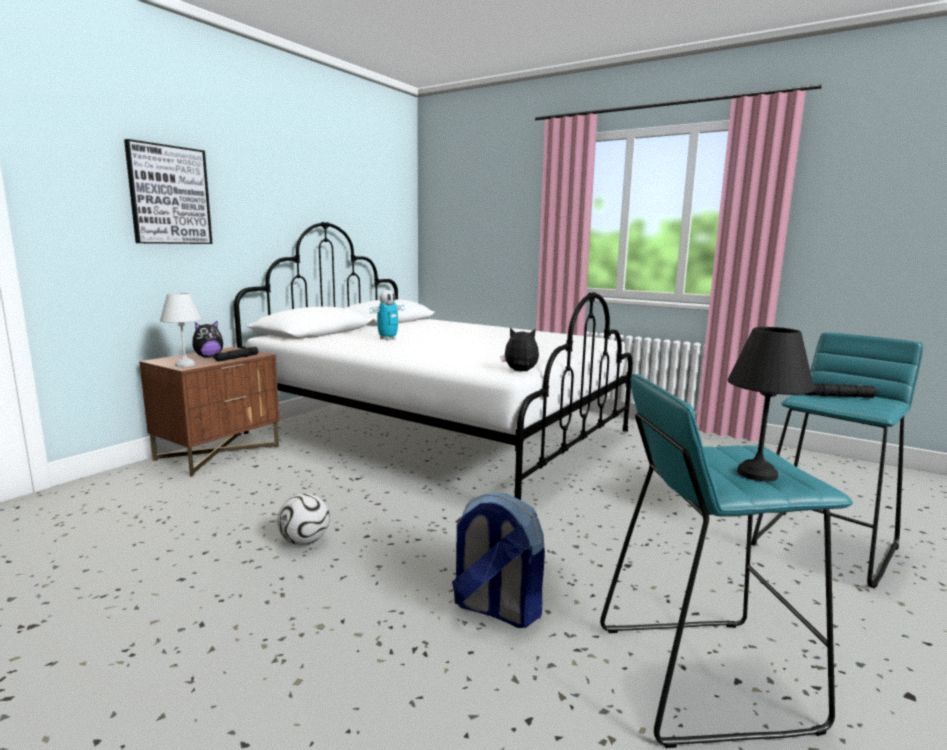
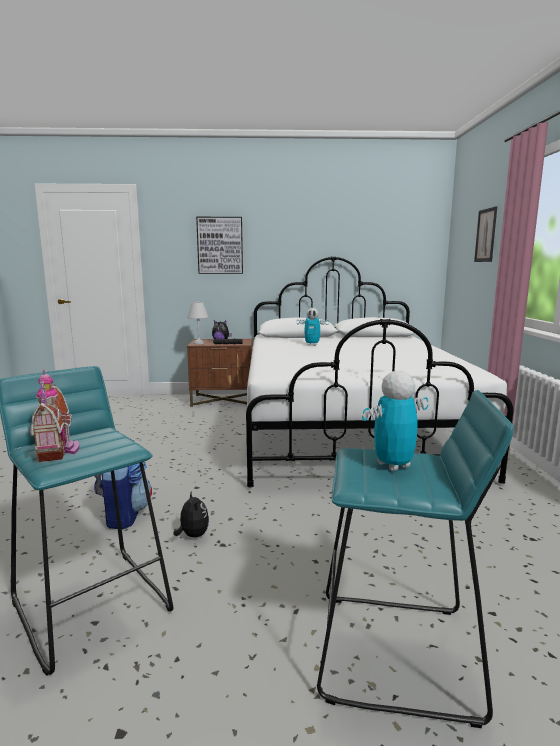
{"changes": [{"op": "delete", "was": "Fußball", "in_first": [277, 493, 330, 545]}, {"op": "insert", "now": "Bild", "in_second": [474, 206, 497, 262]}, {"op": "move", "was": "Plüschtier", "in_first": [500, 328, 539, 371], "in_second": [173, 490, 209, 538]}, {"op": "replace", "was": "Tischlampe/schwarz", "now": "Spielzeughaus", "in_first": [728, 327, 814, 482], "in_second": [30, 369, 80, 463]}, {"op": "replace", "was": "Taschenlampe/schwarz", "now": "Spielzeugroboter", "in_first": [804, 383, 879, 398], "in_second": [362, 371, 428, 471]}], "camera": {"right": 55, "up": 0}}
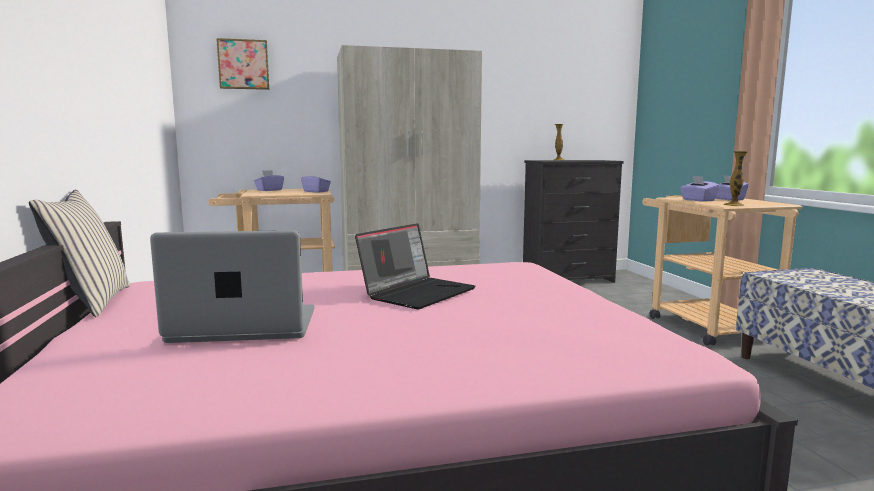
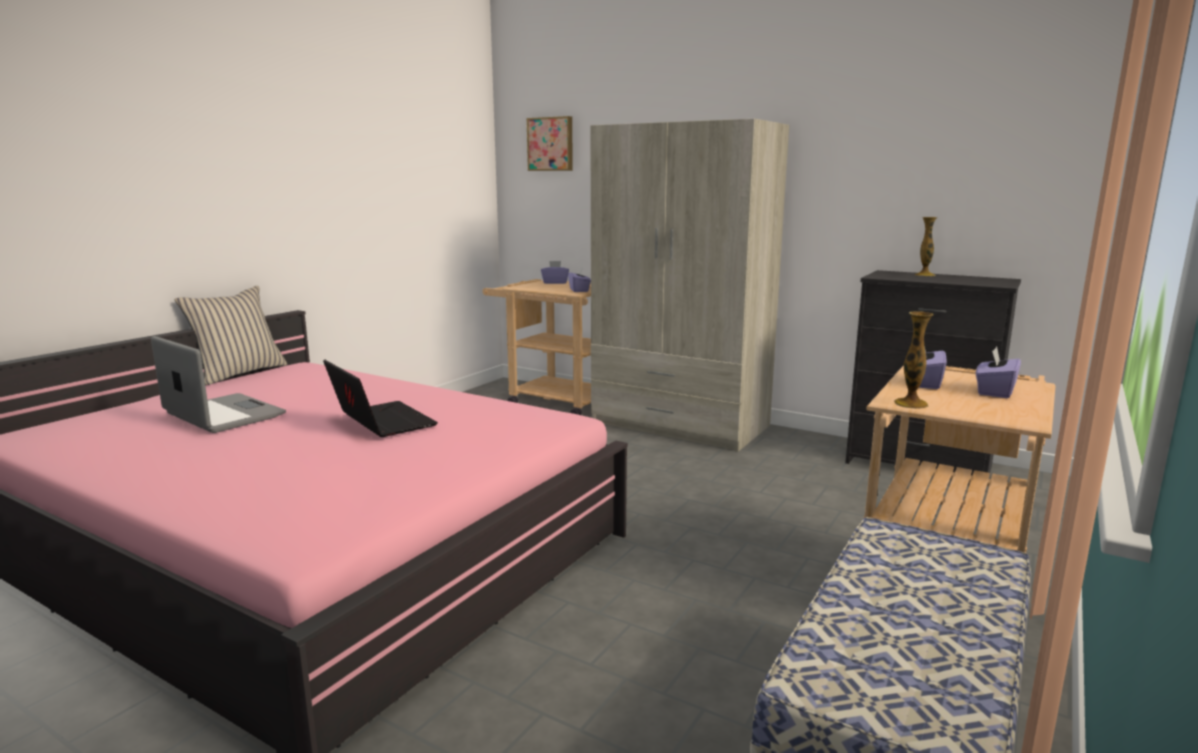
{"changes": [{"op": "rotate", "was": "Laptop", "in_first": [355, 223, 475, 309], "in_second": [323, 359, 438, 437], "clockwise": -120}], "camera": {"right": 45, "up": 5}}
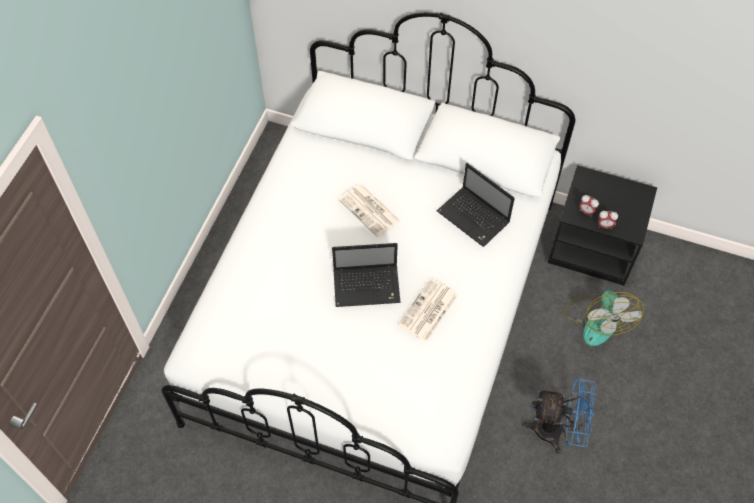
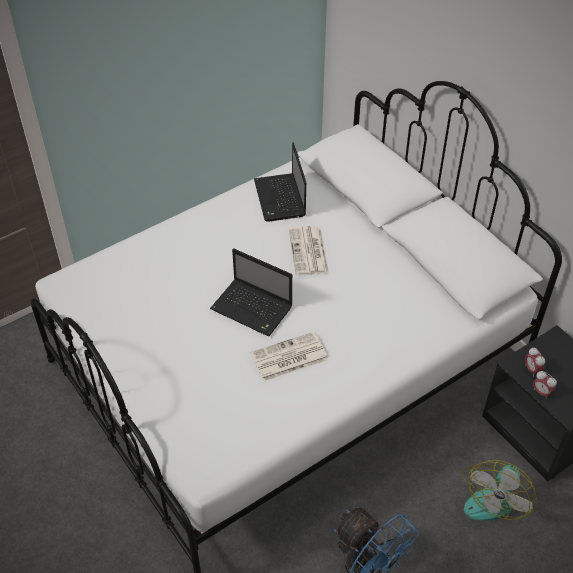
{"changes": [{"op": "move", "was": "Laptop", "in_first": [437, 163, 515, 247], "in_second": [254, 142, 306, 222]}], "camera": {"right": 35, "up": -10}}
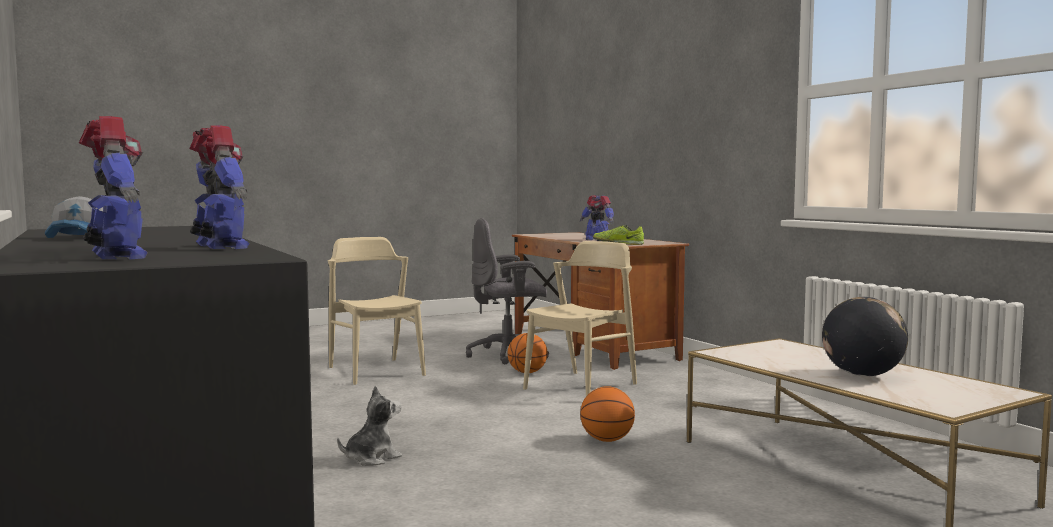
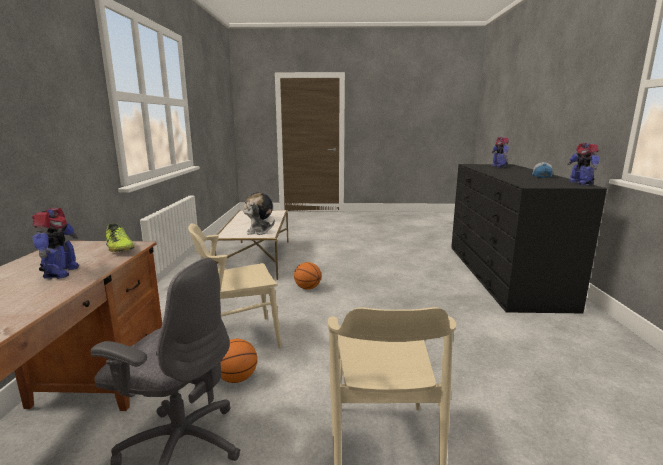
{"changes": [{"op": "move", "was": "Spielzeugroboter", "in_first": [190, 125, 249, 249], "in_second": [567, 143, 600, 185]}, {"op": "move", "was": "Plüschtier", "in_first": [337, 386, 402, 466], "in_second": [243, 203, 275, 235]}], "camera": {"right": -150, "up": 10}}
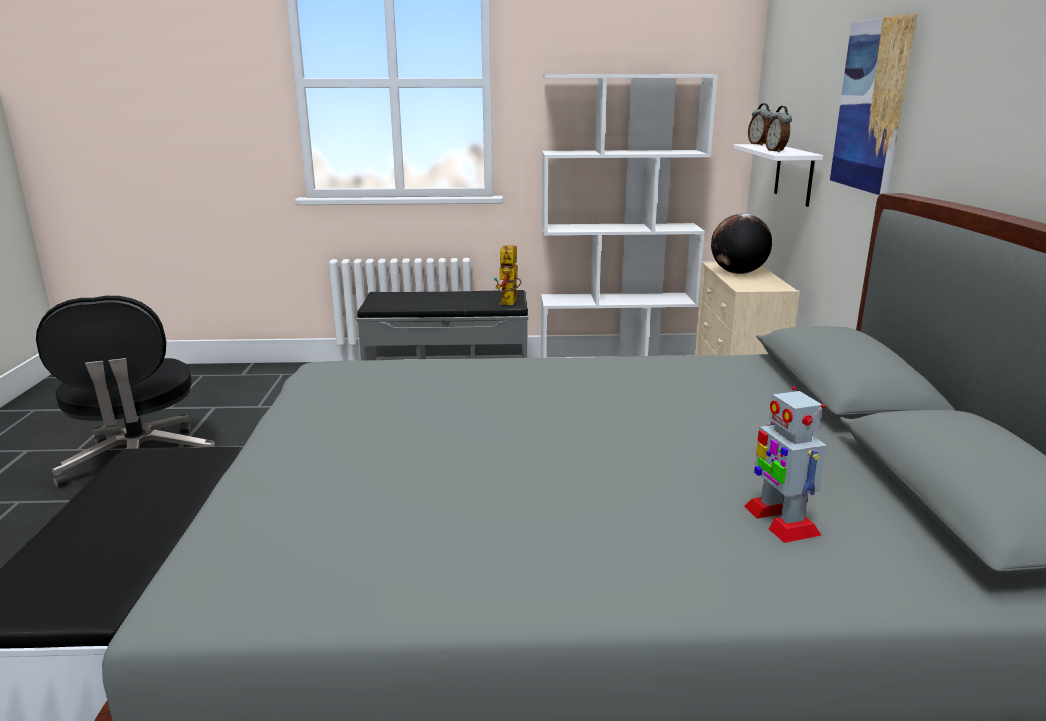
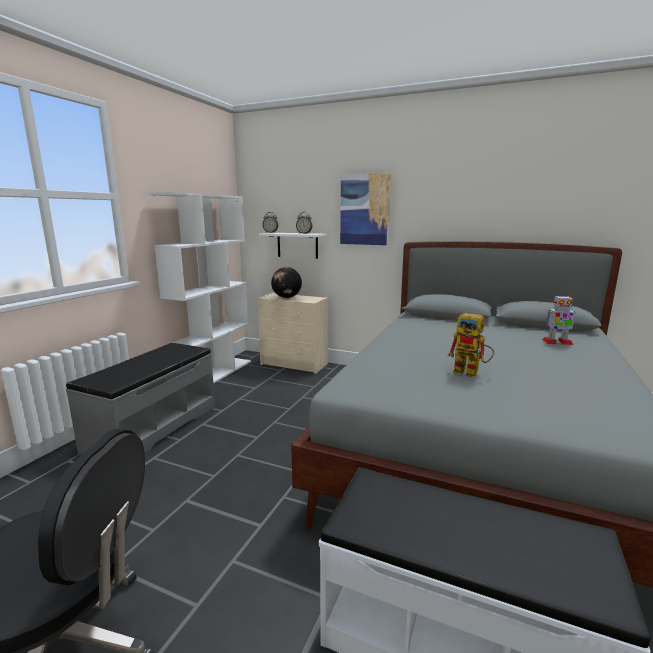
{"changes": [{"op": "move", "was": "Spielzeugroboter", "in_first": [494, 245, 522, 305], "in_second": [448, 313, 494, 377]}], "camera": {"right": -65, "up": -5}}
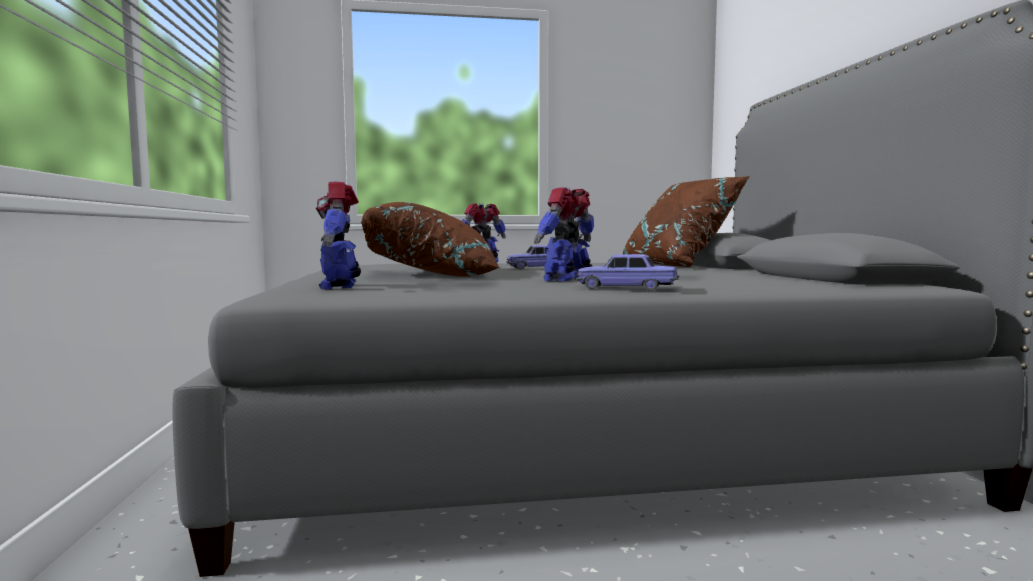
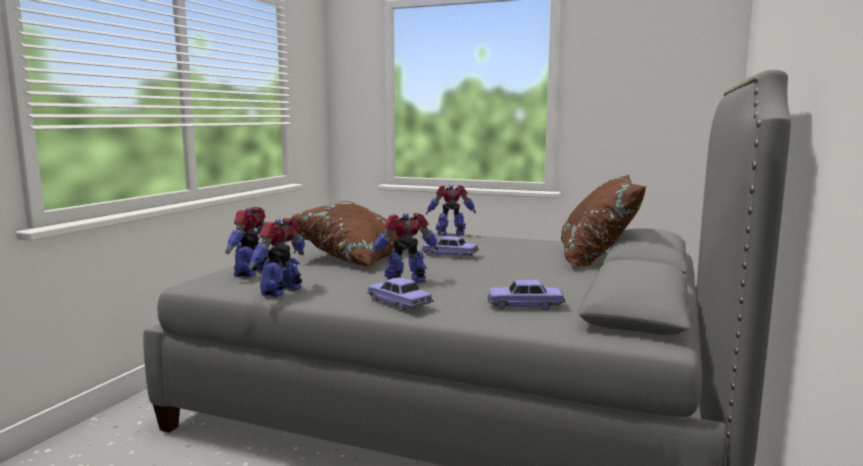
{"changes": [{"op": "insert", "now": "Spielzeugroboter", "in_second": [248, 218, 305, 297]}, {"op": "insert", "now": "Spielzeugauto", "in_second": [488, 279, 565, 310]}], "camera": {"right": 30, "up": 5}}
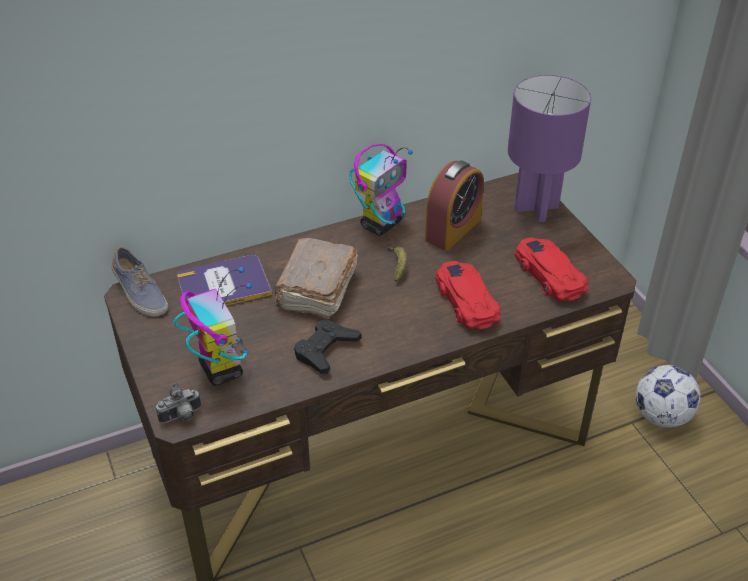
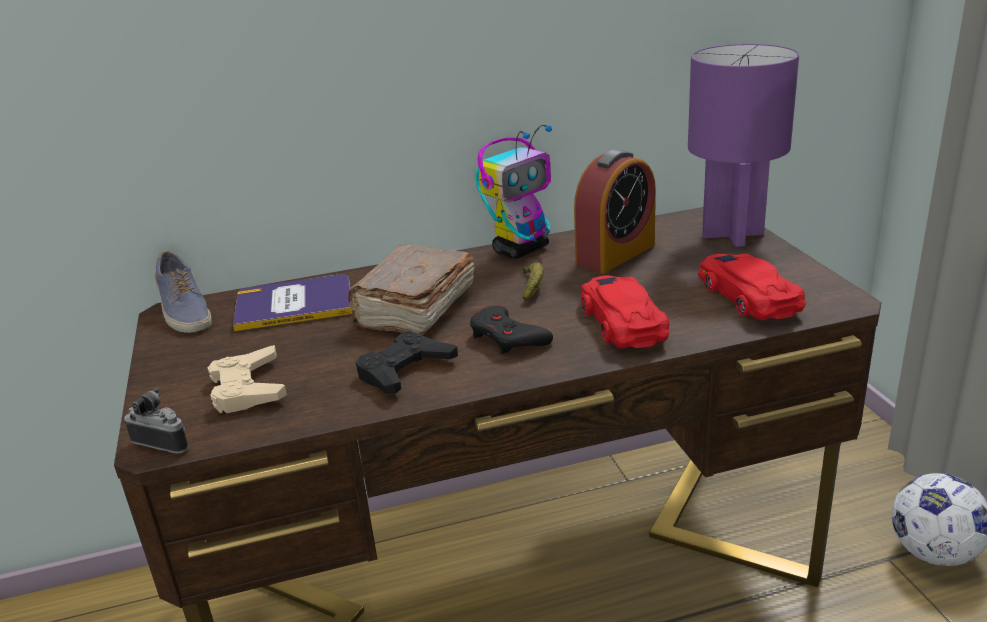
{"changes": [{"op": "insert", "now": "Gamepad/schwarz", "in_second": [470, 306, 553, 354]}, {"op": "replace", "was": "Spielzeugroboter", "now": "Gamepad/beige", "in_first": [173, 267, 252, 385], "in_second": [208, 345, 287, 413]}, {"op": "rotate", "was": "Kamera", "in_first": [156, 383, 201, 423], "in_second": [124, 388, 189, 453], "clockwise": -135}], "camera": {"right": 10, "up": -15}}
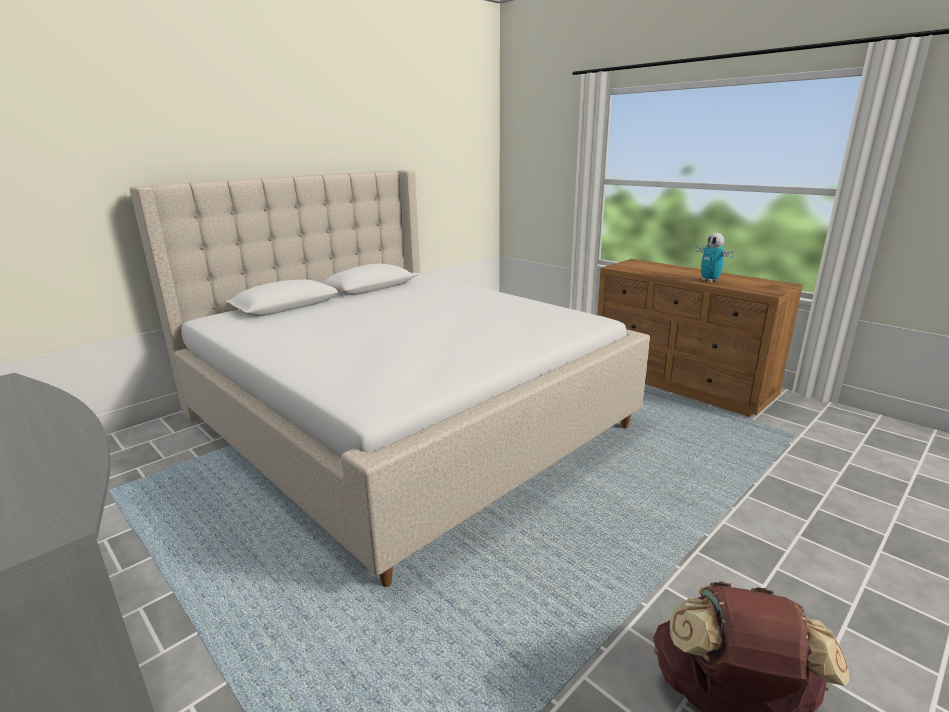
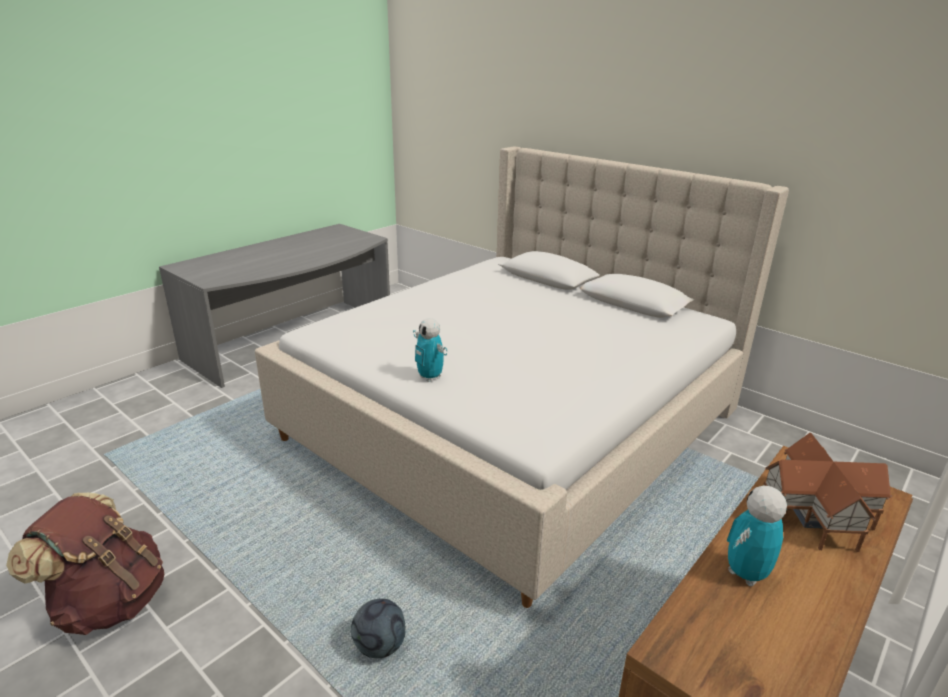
{"changes": [{"op": "insert", "now": "Fußball", "in_second": [351, 599, 406, 658]}, {"op": "insert", "now": "Spielzeugroboter", "in_second": [413, 318, 447, 382]}, {"op": "insert", "now": "Spielzeughaus", "in_second": [764, 433, 892, 552]}], "camera": {"right": 85, "up": 5}}
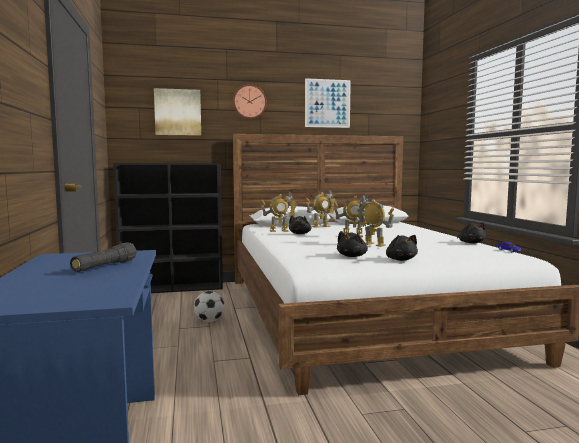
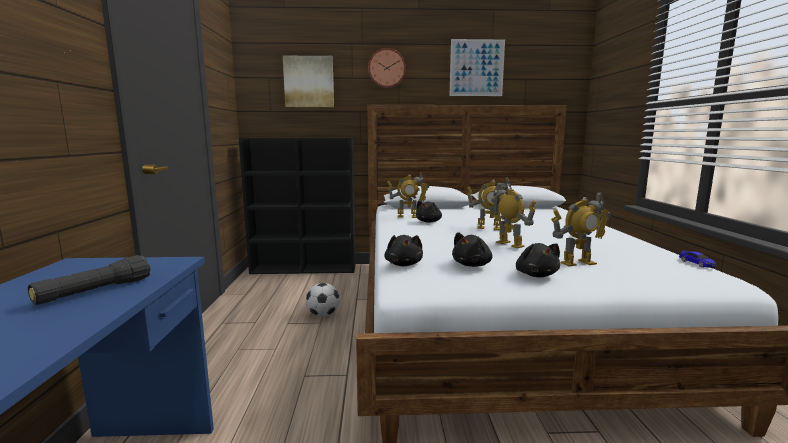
{"changes": [{"op": "move", "was": "Spielzeugroboter", "in_first": [305, 189, 337, 228], "in_second": [551, 192, 611, 266]}, {"op": "move", "was": "Plüschtier/schwarz", "in_first": [457, 223, 486, 244], "in_second": [384, 235, 423, 266]}], "camera": {"right": 10, "up": 5}}
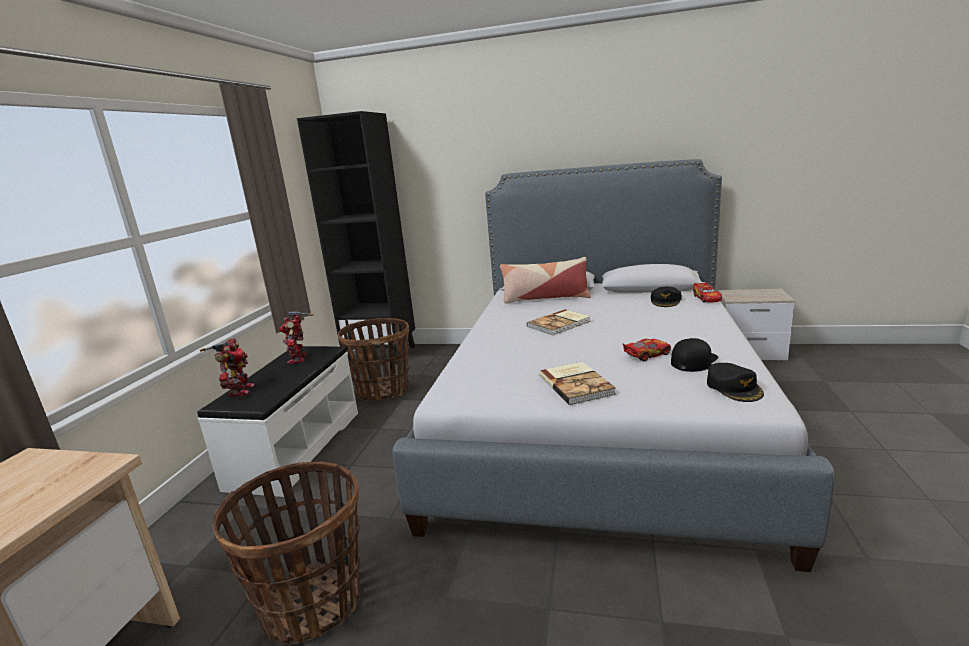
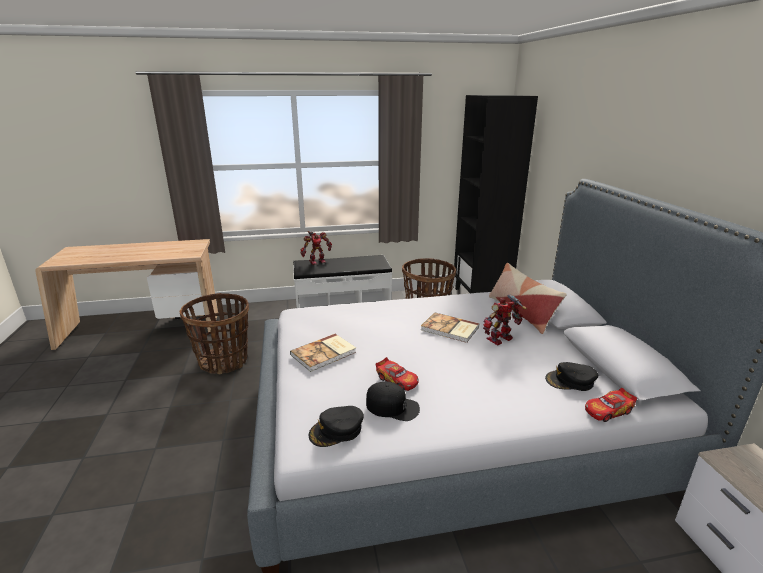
{"changes": [{"op": "move", "was": "Spielzeugroboter", "in_first": [280, 311, 314, 364], "in_second": [483, 294, 527, 345]}], "camera": {"right": 65, "up": 5}}
